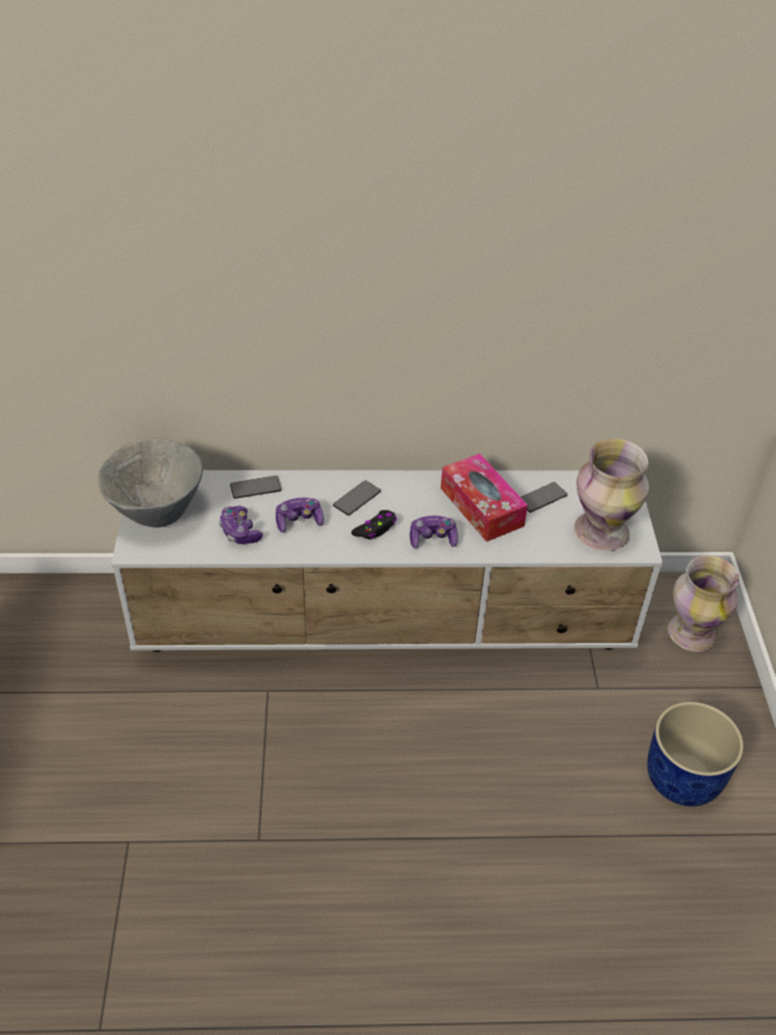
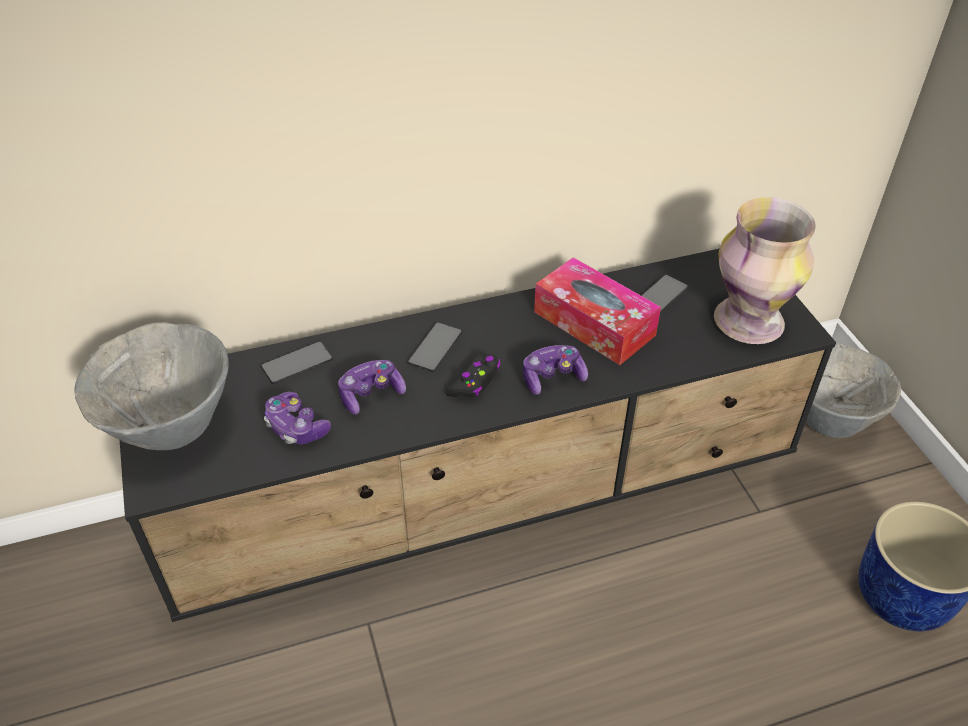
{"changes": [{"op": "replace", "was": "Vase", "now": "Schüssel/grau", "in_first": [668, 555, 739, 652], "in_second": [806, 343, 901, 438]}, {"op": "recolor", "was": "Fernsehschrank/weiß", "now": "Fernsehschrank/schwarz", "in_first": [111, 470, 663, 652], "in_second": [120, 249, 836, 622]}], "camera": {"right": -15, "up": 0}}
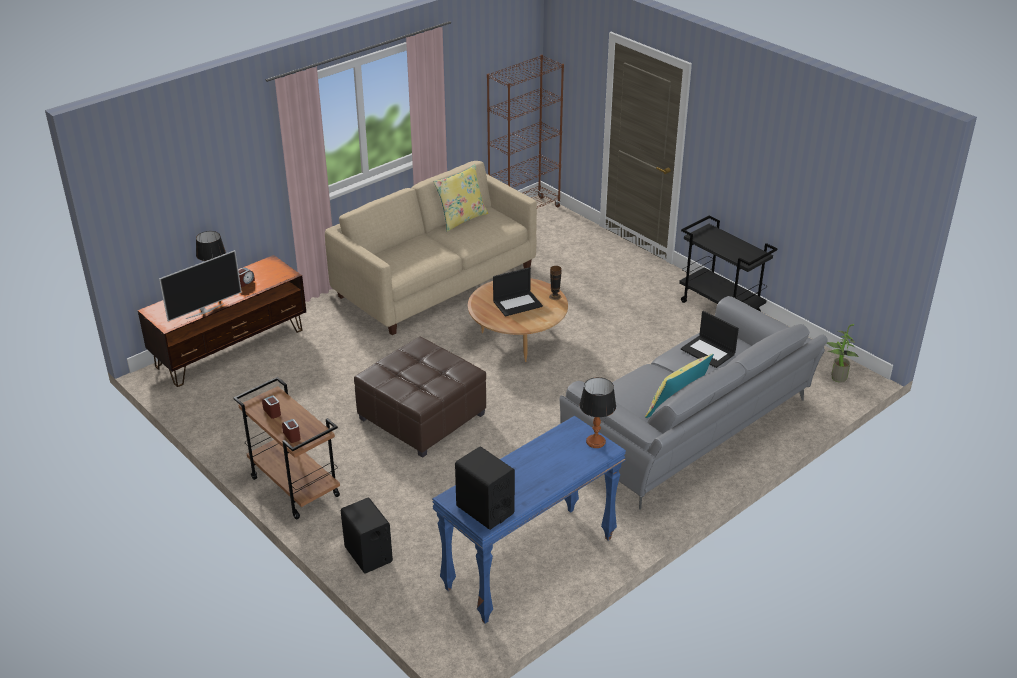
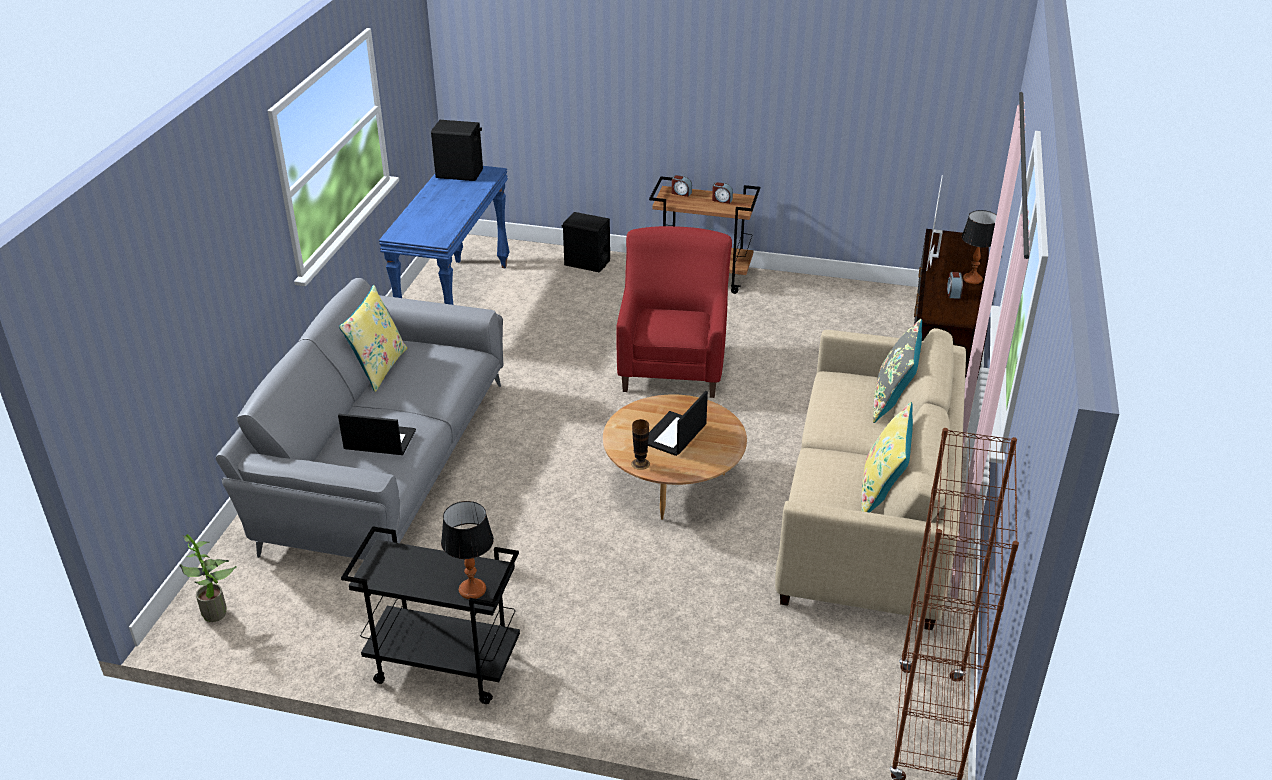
{"changes": [{"op": "insert", "now": "Kissen/grau", "in_second": [873, 319, 922, 423]}, {"op": "move", "was": "Tischlampe", "in_first": [579, 377, 616, 448], "in_second": [441, 501, 494, 599]}, {"op": "replace", "was": "Polsterhocker/braun", "now": "Sessel/rot", "in_first": [354, 337, 486, 458], "in_second": [616, 226, 732, 398]}], "camera": {"right": 145, "up": 0}}
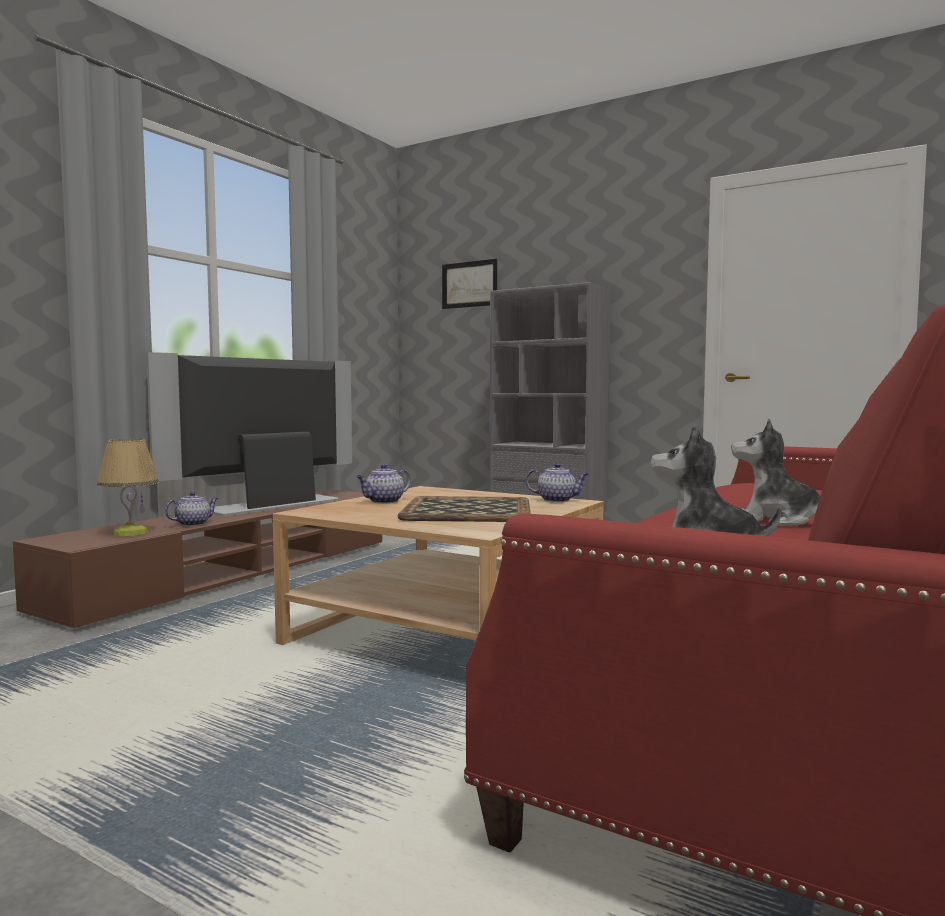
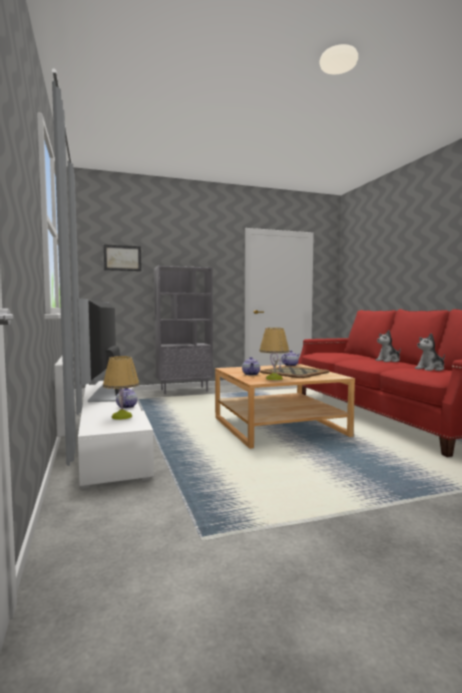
{"changes": [{"op": "insert", "now": "Tischlampe", "in_second": [259, 328, 289, 380]}, {"op": "recolor", "was": "Fernsehschrank/braun", "now": "Fernsehschrank/weiß", "in_first": [13, 489, 382, 632], "in_second": [78, 381, 154, 489]}], "camera": {"right": -50, "up": 0}}
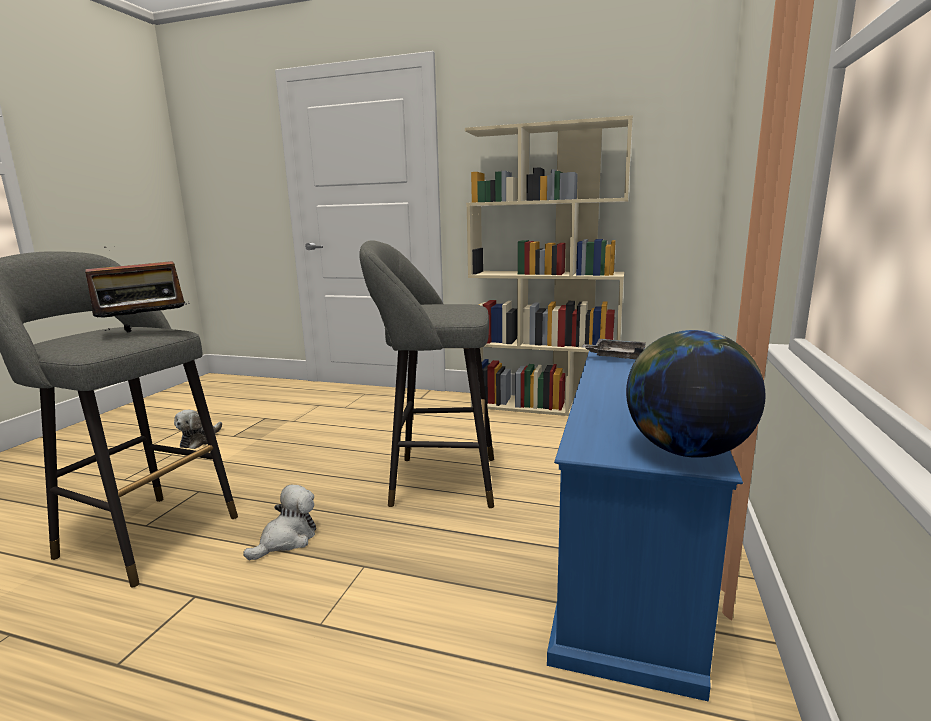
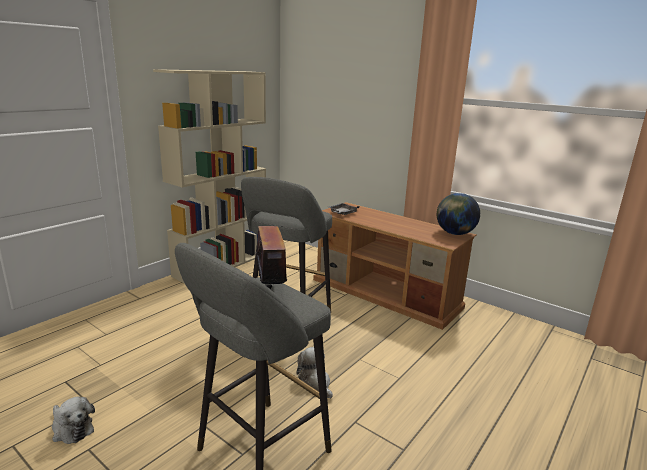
{"changes": [{"op": "recolor", "was": "Fernsehschrank/blau", "now": "Fernsehschrank/braun", "in_first": [547, 351, 743, 702], "in_second": [313, 202, 477, 330]}], "camera": {"right": -70, "up": 5}}
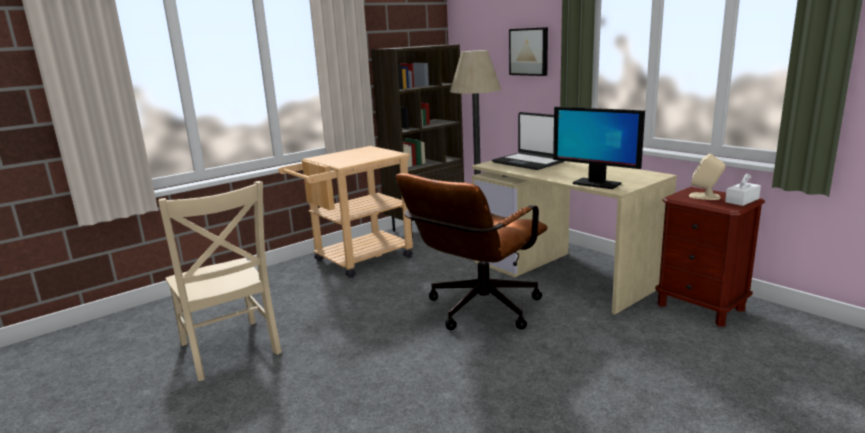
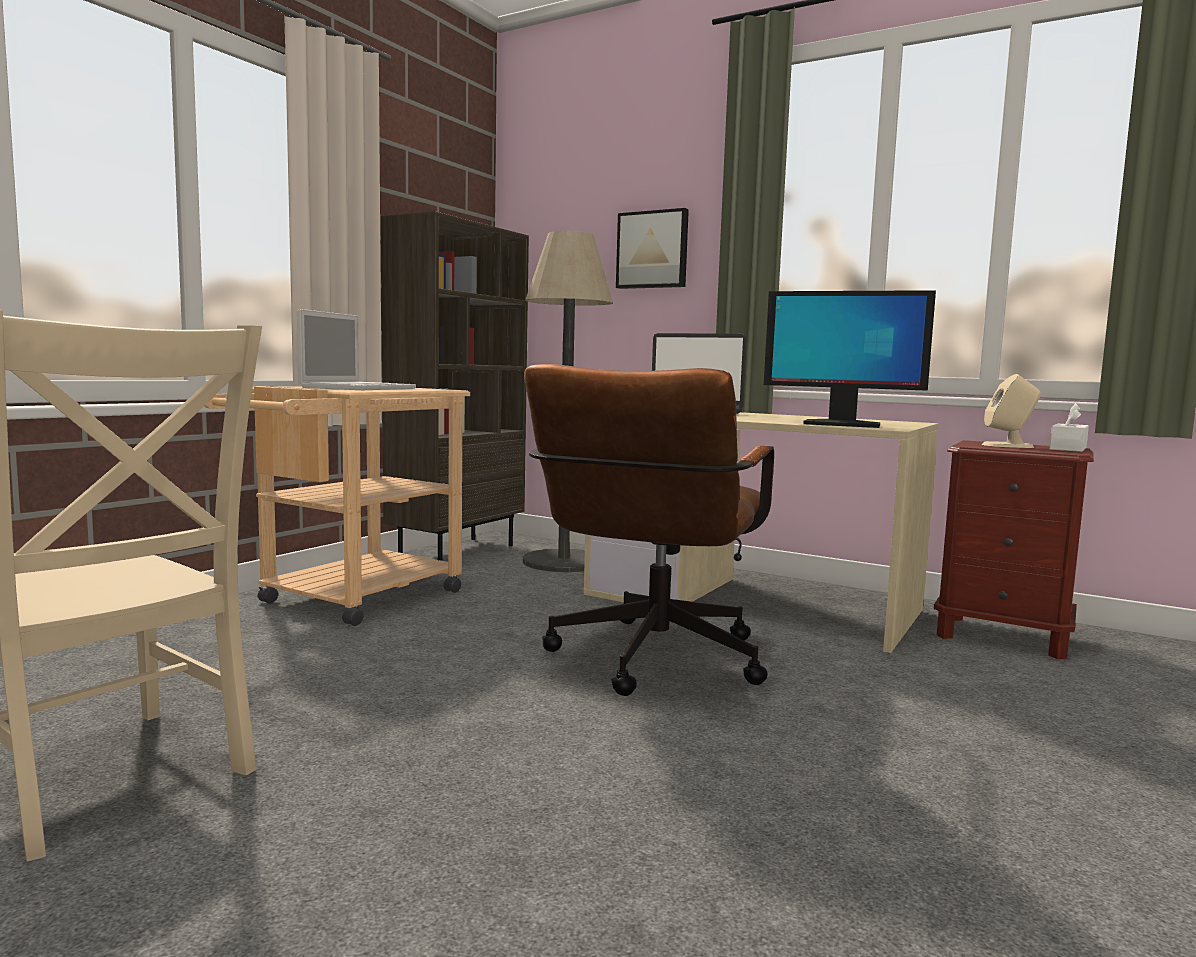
{"changes": [{"op": "insert", "now": "Laptop", "in_second": [297, 309, 416, 390]}], "camera": {"right": -20, "up": -10}}
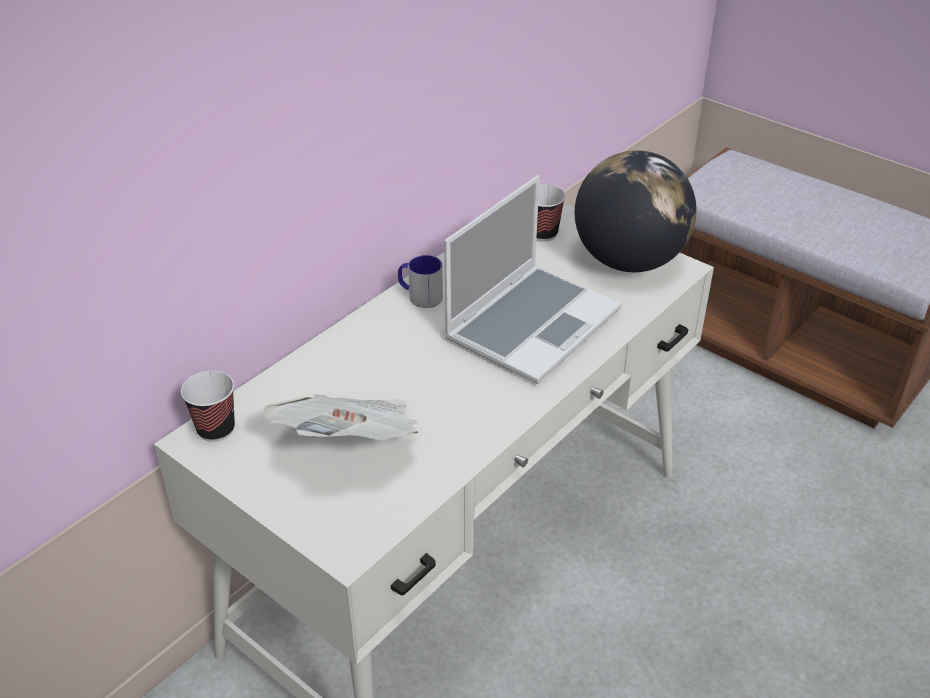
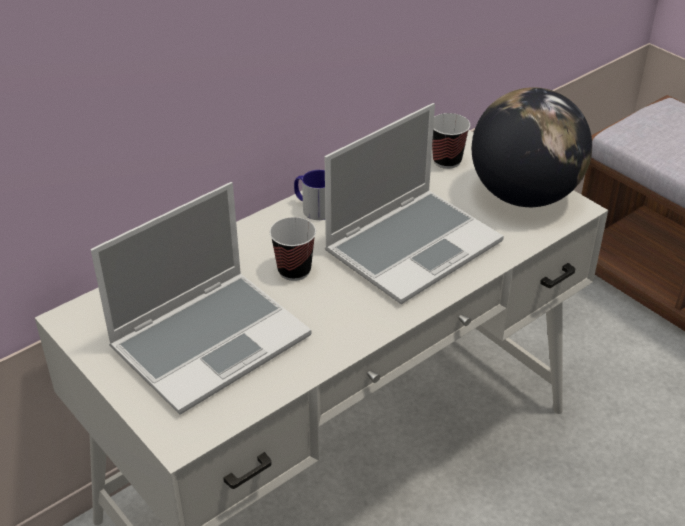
{"changes": [{"op": "move", "was": "Tasse", "in_first": [181, 371, 235, 442], "in_second": [270, 217, 316, 281]}, {"op": "replace", "was": "Zeitung", "now": "Laptop", "in_first": [263, 394, 418, 440], "in_second": [91, 182, 311, 415]}], "camera": {"right": 10, "up": 0}}
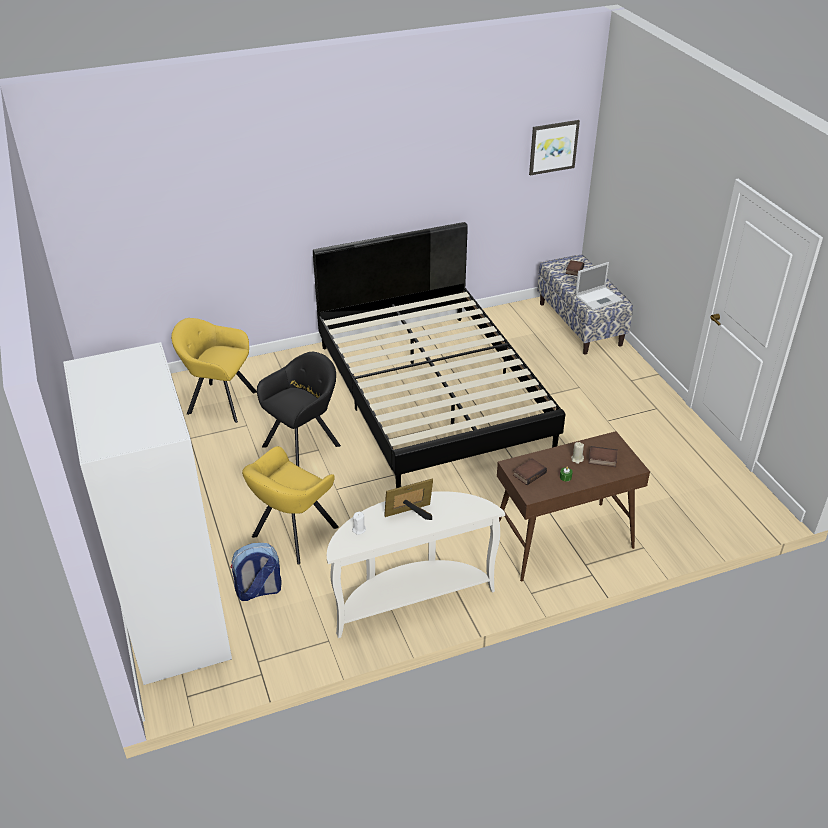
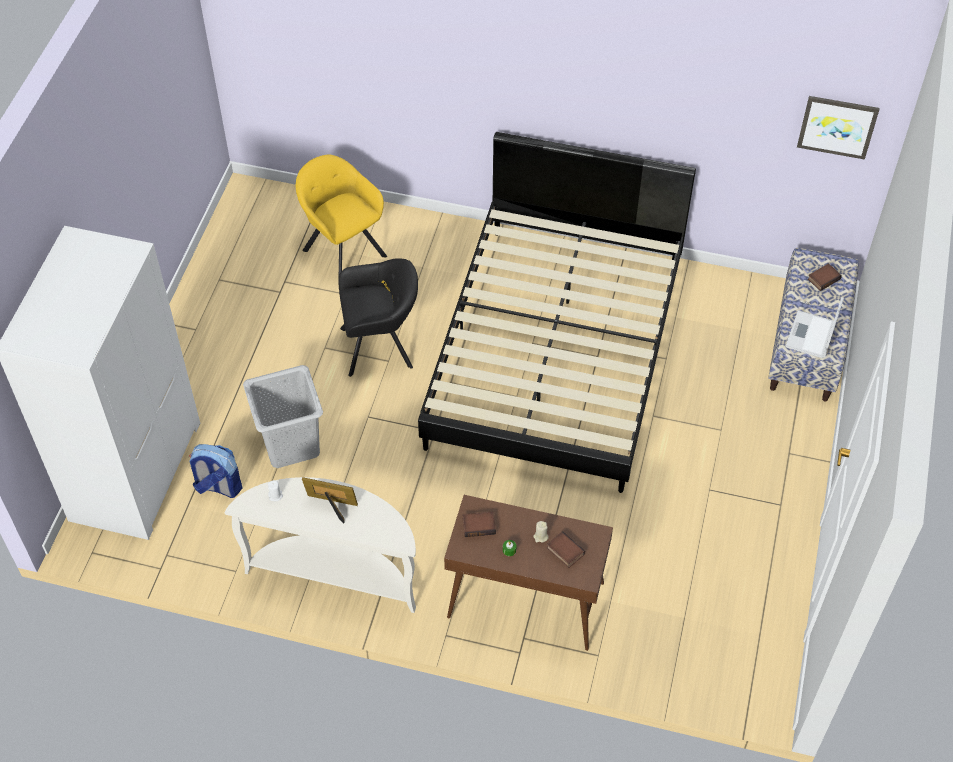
{"changes": [{"op": "replace", "was": "Sessel/gelb", "now": "Wäschekorb/grau", "in_first": [242, 446, 339, 565], "in_second": [243, 365, 323, 468]}, {"op": "rotate", "was": "Laptop", "in_first": [575, 262, 623, 311], "in_second": [786, 297, 844, 358], "clockwise": 105}], "camera": {"right": 35, "up": 15}}
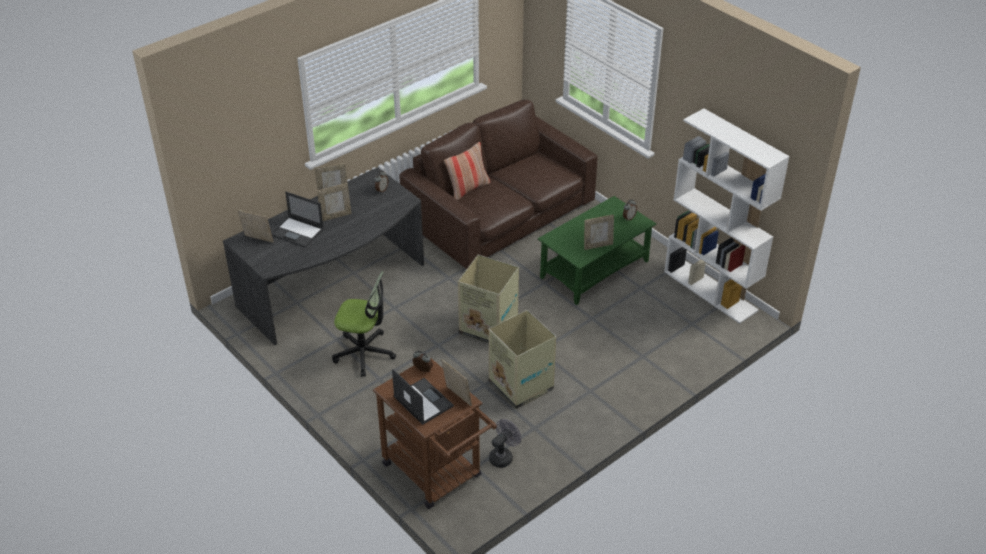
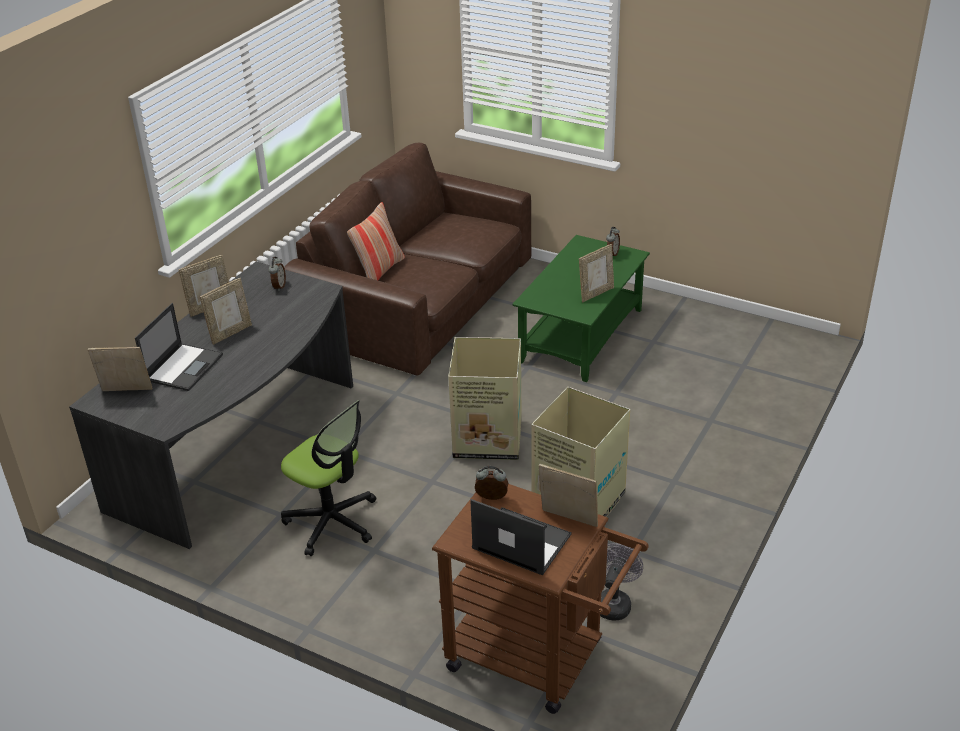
{"changes": [{"op": "delete", "was": "Bücherregal/weiß", "in_first": [664, 109, 790, 324]}, {"op": "rotate", "was": "Laptop", "in_first": [271, 191, 324, 248], "in_second": [135, 303, 223, 391], "clockwise": -75}, {"op": "rotate", "was": "Bürostuhl", "in_first": [332, 271, 396, 377], "in_second": [281, 400, 376, 556], "clockwise": 45}], "camera": {"right": -20, "up": -5}}
